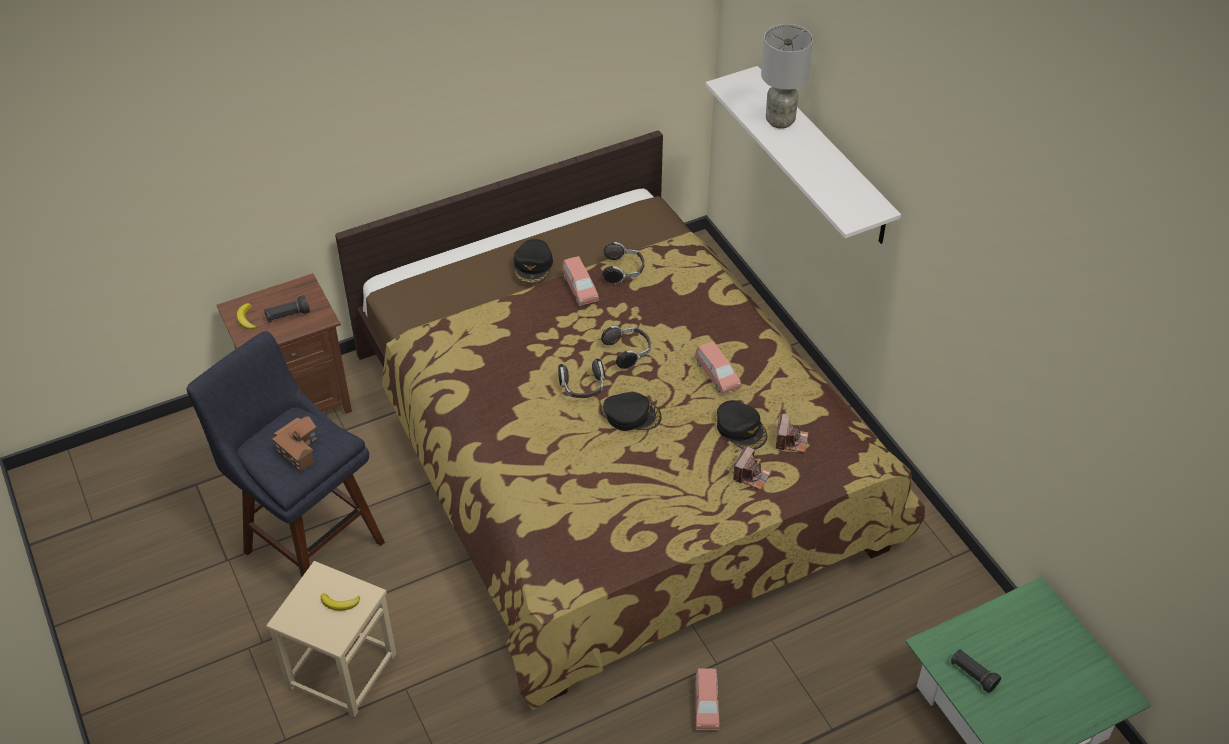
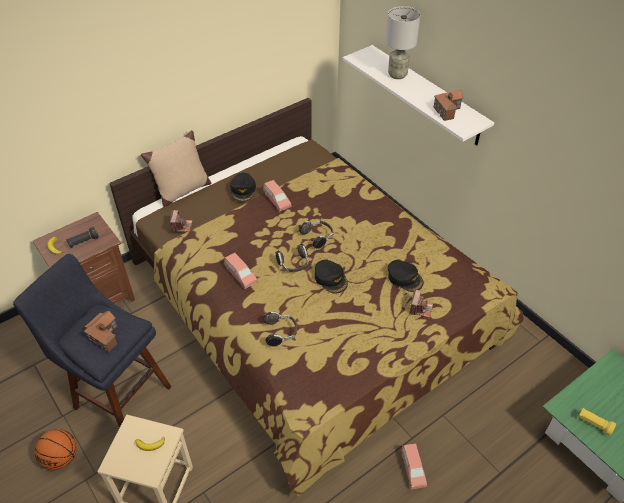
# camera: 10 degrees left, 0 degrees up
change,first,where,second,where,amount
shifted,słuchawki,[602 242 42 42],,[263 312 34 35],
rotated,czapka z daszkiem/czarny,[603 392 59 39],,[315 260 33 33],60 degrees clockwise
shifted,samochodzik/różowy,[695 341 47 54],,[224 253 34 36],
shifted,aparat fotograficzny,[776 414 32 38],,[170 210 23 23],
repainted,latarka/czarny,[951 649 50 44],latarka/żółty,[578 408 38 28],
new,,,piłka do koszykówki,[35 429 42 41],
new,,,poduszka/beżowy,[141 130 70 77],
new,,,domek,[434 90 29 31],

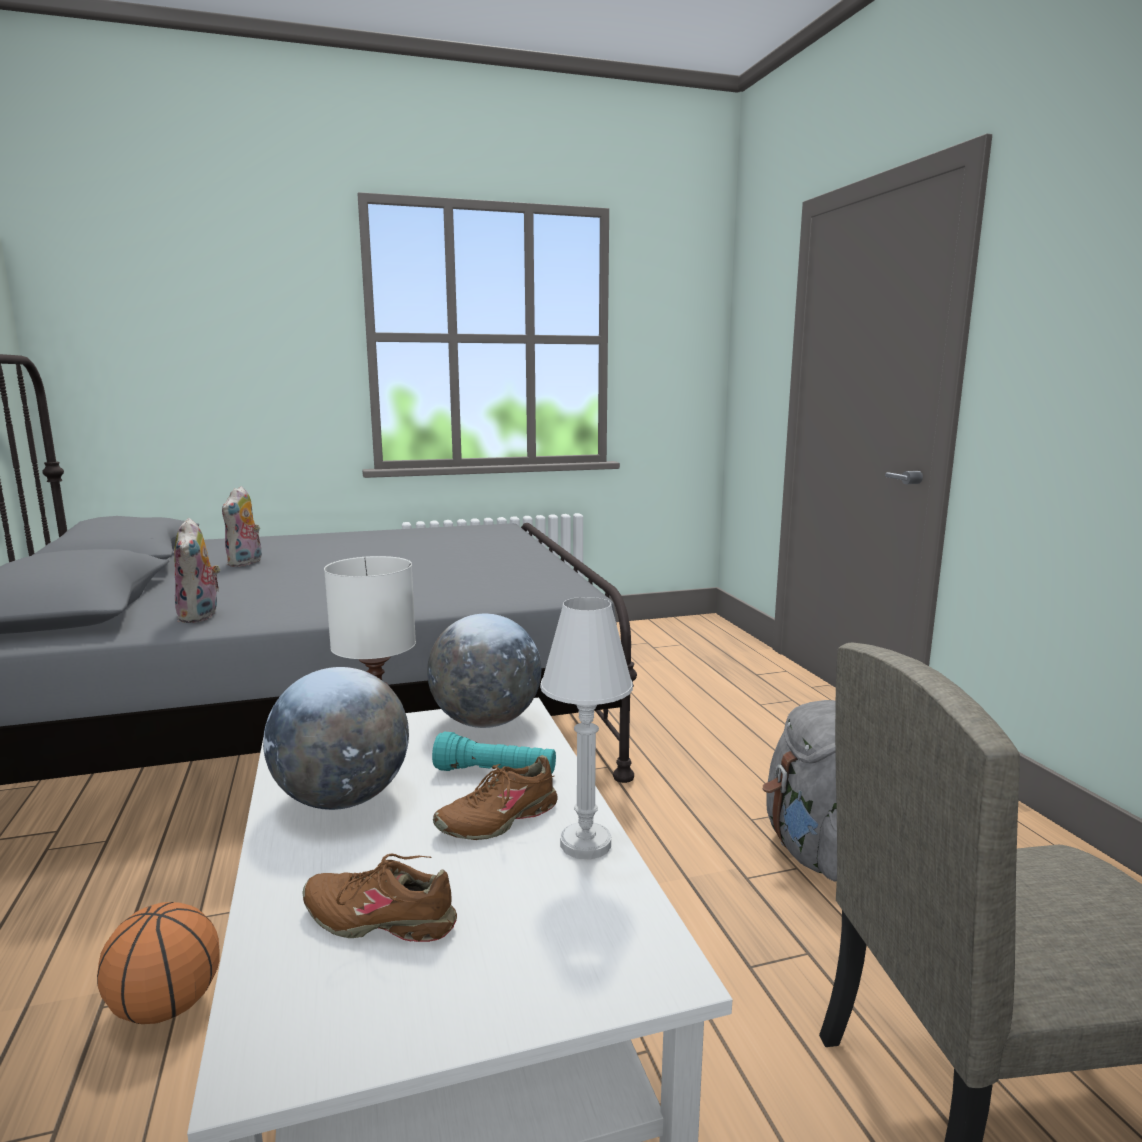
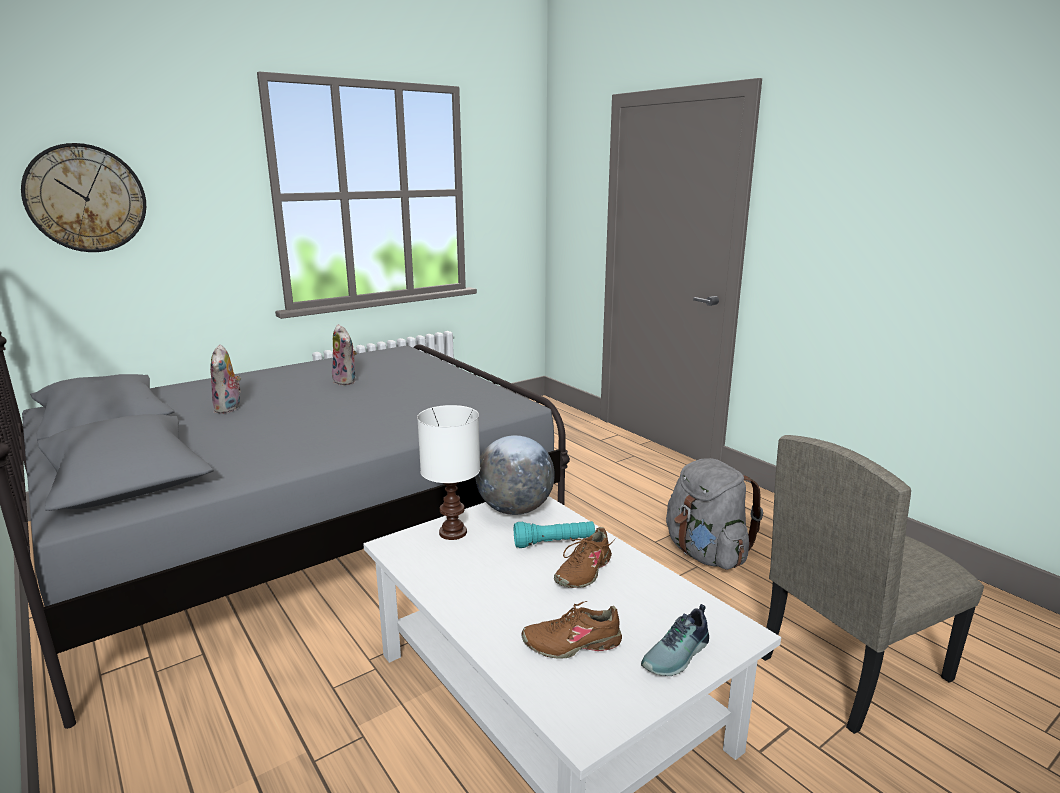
# camera: 20 degrees left, 5 degrees up
change,first,where,second,where,amount
gone,piłka do koszykówki,[97 902 123 122],,,
shifted,pluszak,[174 518 47 105],,[332 324 25 61],
gone,globus,[263 667 146 143],,,
gone,lampa stołowa/biały,[540 597 93 263],,,
new,,,zegar ścienny,[21 143 125 109],
new,,,but,[641 604 68 72],

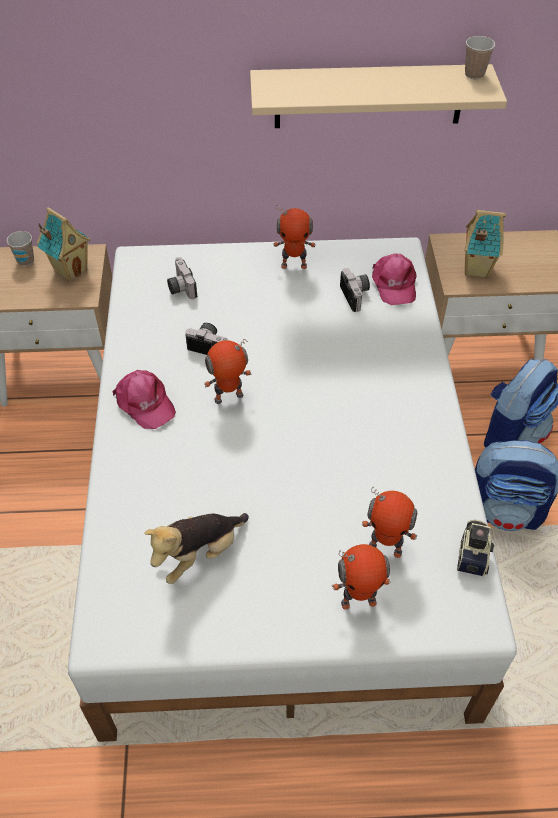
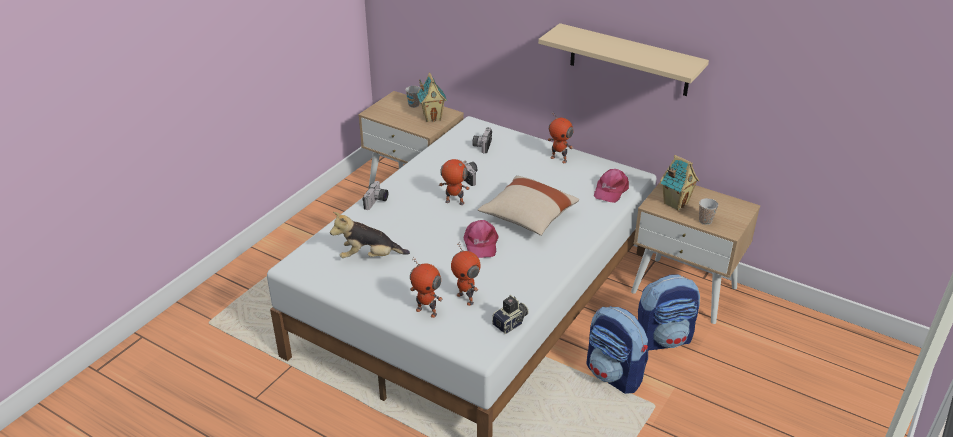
# camera: 35 degrees right, 15 degrees down
change,first,where,second,where,amount
shifted,czapka z daszkiem/różowy,[112 370 64 59],,[464 220 35 38],
shifted,aparat fotograficzny,[340 268 30 44],,[362 181 26 29],
shifted,filiżanka,[465 36 30 43],,[699 198 19 27],
new,,,poduszka/beżowy,[478 176 101 60],

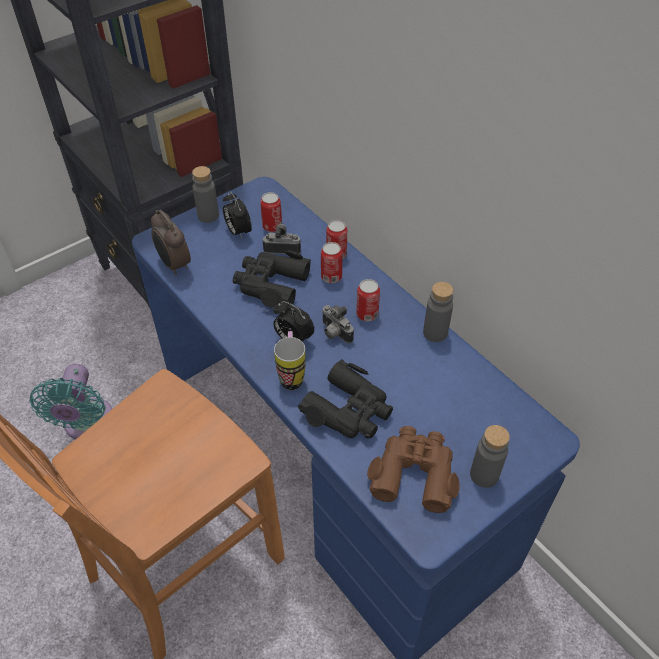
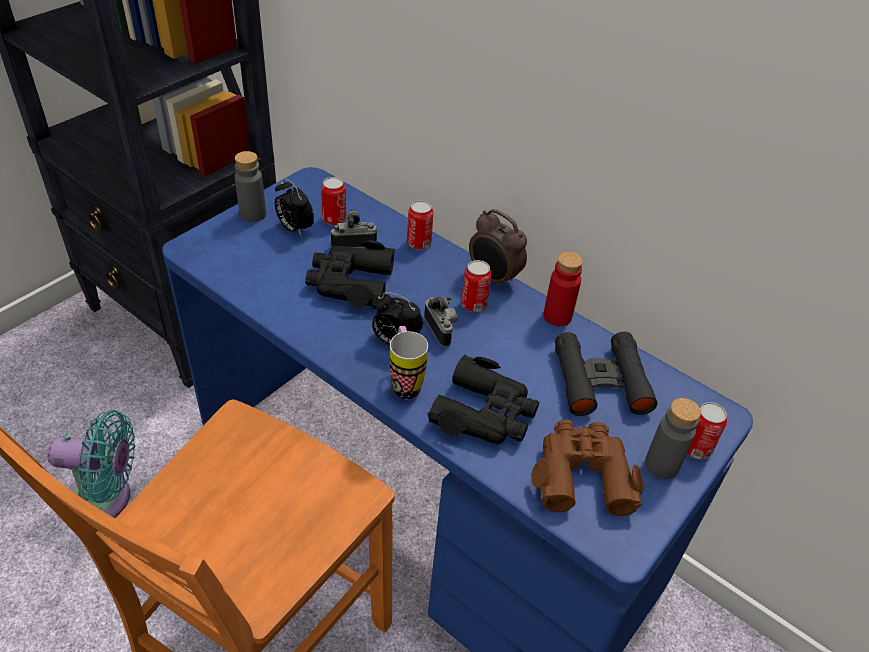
# camera: 15 degrees left, 5 degrees down
change,first,where,second,where,amount
rotated,wentylator/turkusowy,[29 364 83 75],,[47 410 88 108],75 degrees counterclockwise
shifted,budzik,[151 210 40 66],,[469 209 58 81],
shifted,puszka,[321 242 21 41],,[687 402 40 57],
rotated,aparat fotograficzny,[322 305 32 38],,[424 296 33 51],150 degrees counterclockwise
repainted,butelka/szary,[423 282 30 60],butelka/czerwony,[543 252 40 74],
new,,,lornetka/czarny,[555 332 103 84],

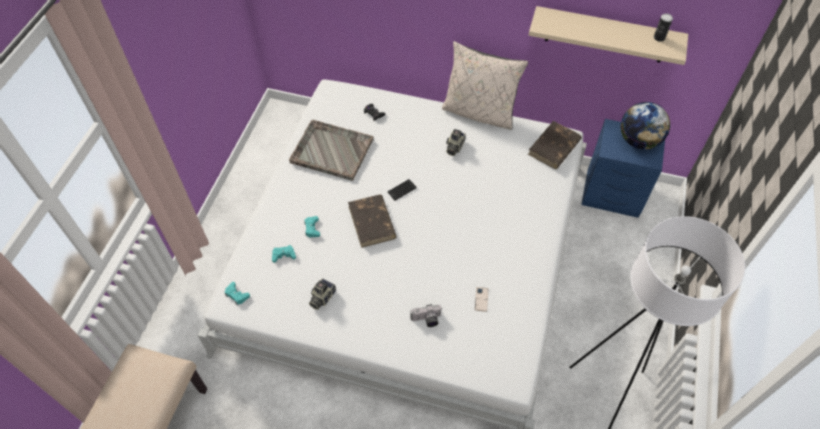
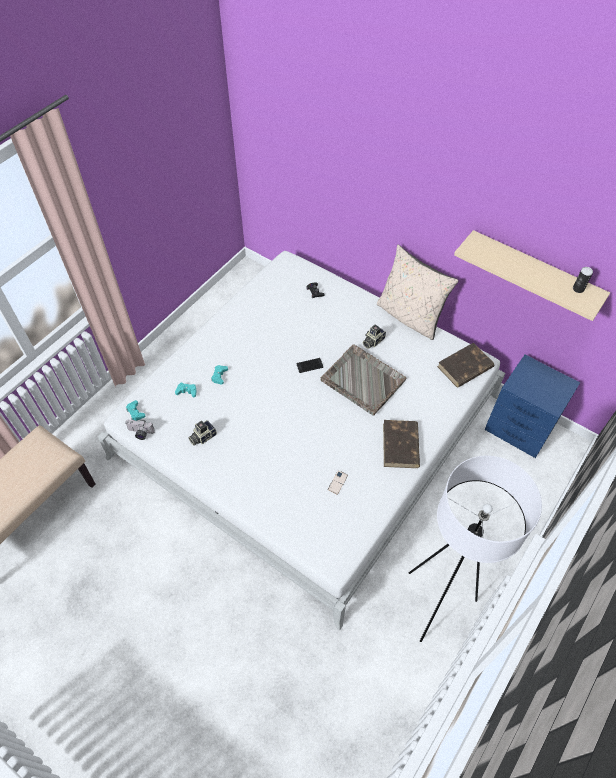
# camera: 20 degrees right, 0 degrees up
change,first,where,second,where,amount
shifted,taca/szary,[289 120 85 61],,[320 345 86 71],
shifted,książka/brązowy,[348 195 49 53],,[383 420 37 48],
shifted,aparat fotograficzny,[410 304 32 23],,[125 420 30 20],
gone,globus,[621 102 49 48],,,

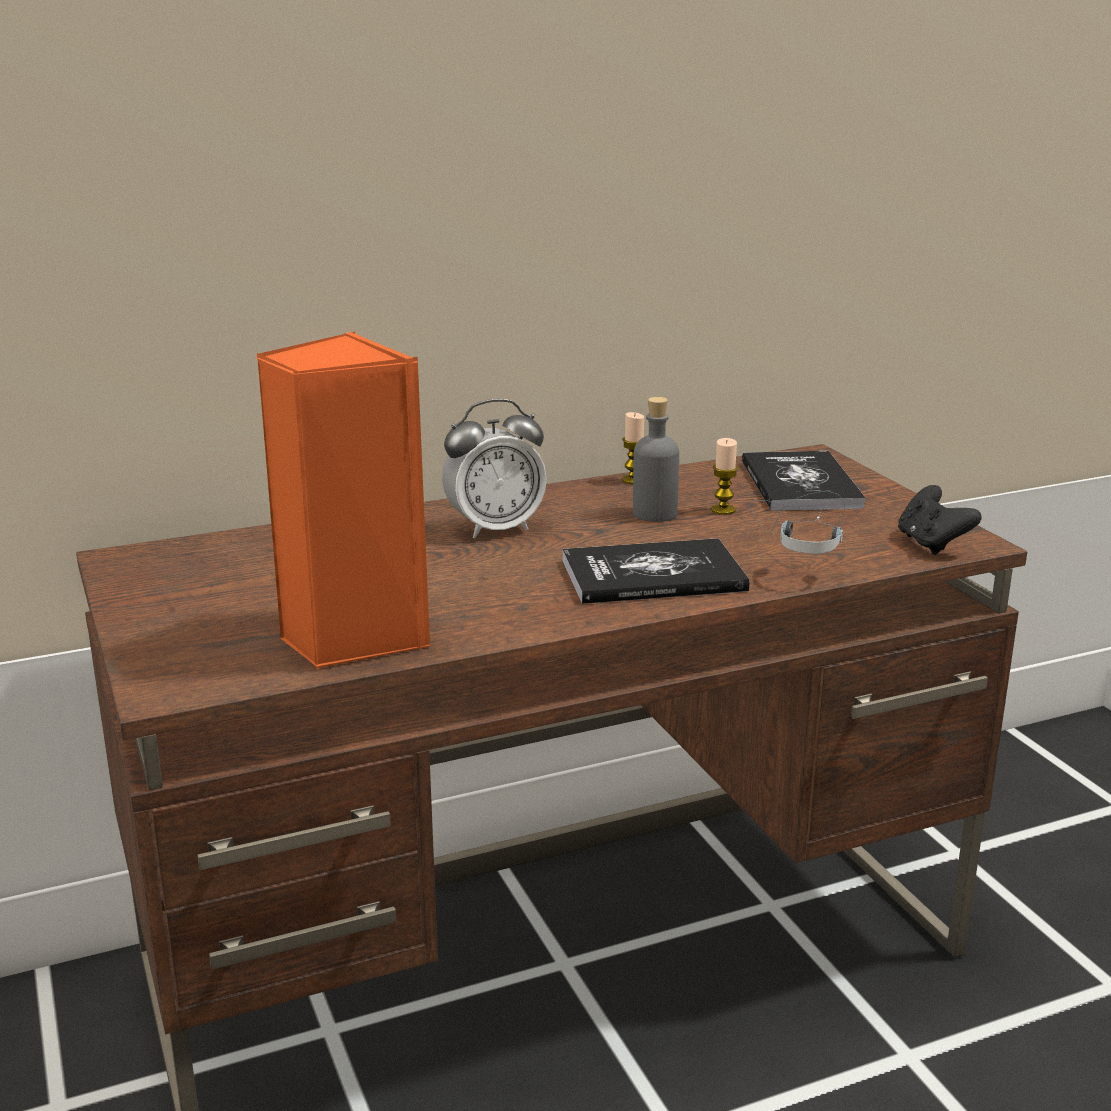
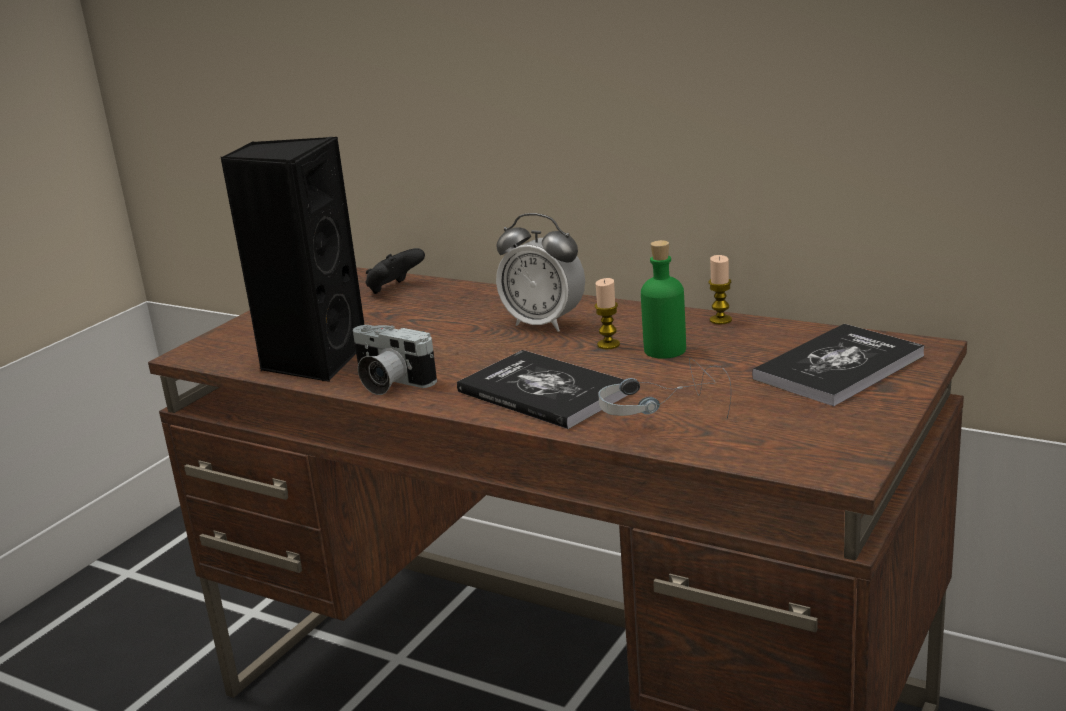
# camera: 55 degrees right, 0 degrees up
change,first,where,second,where,amount
repainted,głośnik/pomarańczowy,[255 332 175 337],głośnik/czarny,[220 137 145 245],
repainted,butelka/szary,[633 397 46 125],butelka/zielony,[641 240 45 119],
shifted,świeca,[711 438 27 77],,[595 278 25 71],
shifted,pad do gier/czarny,[898 485 84 70],,[365 248 60 46],
new,,,aparat fotograficzny,[353 325 84 70],

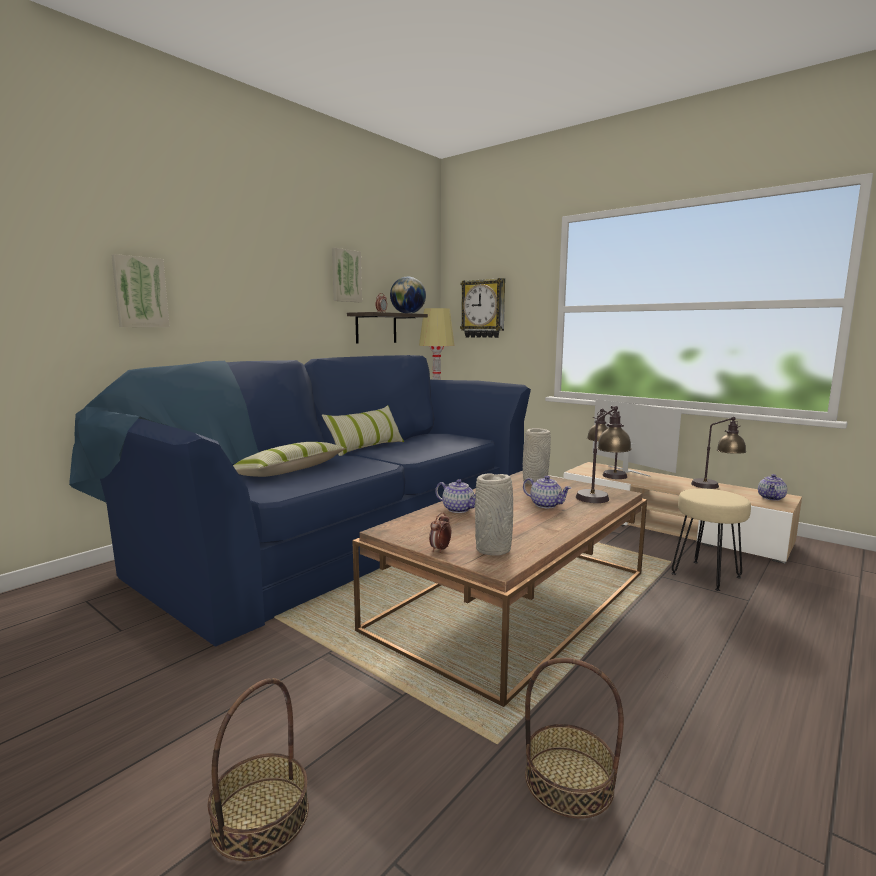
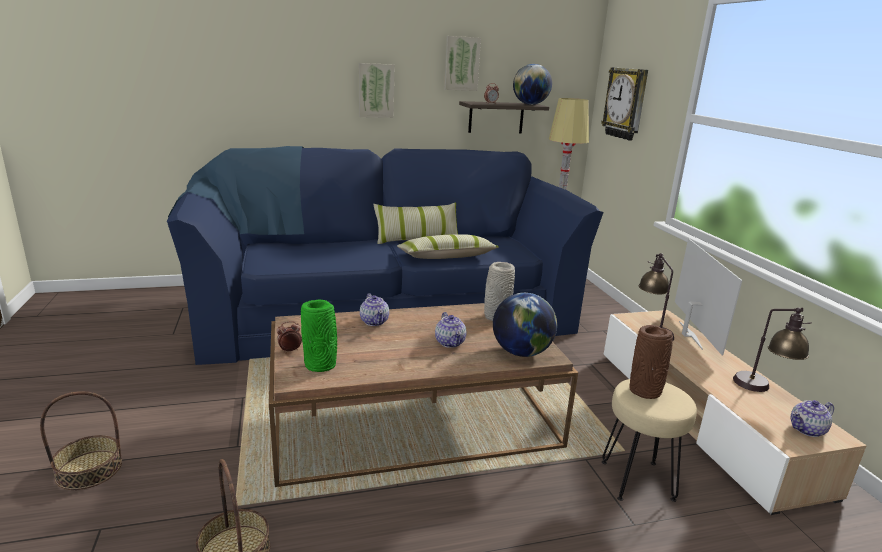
# camera: 35 degrees right, 10 degrees up
change,first,where,second,where,amount
shifted,obraz,[111 254 59 73],,[359 63 35 55],
shifted,poduszka,[233 442 114 35],,[397 234 102 25],
repainted,wazon/szary,[475 474 38 82],wazon/zielony,[301 300 36 72],
swapped,lampa stołowa,[576 406 56 97],globus,[493 293 64 64],
new,,,wazon/brązowy,[629 325 44 74],

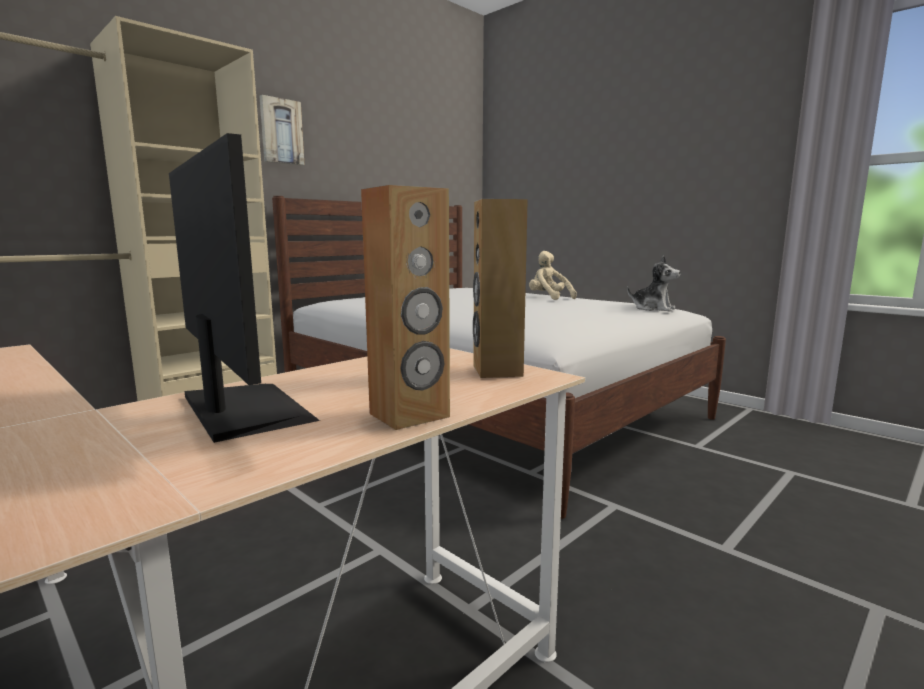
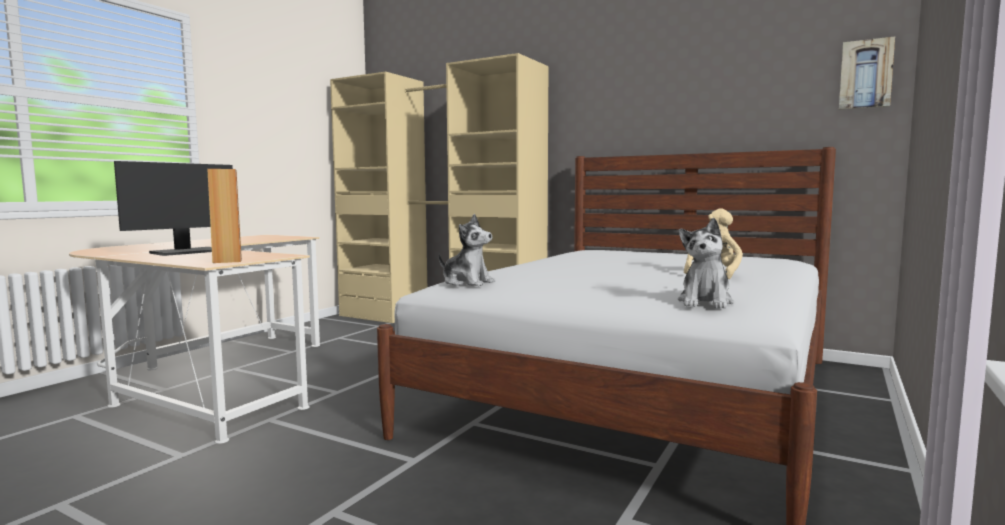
# camera: 75 degrees right, 5 degrees down
change,first,where,second,where,amount
shifted,obraz,[259 95 45 70],,[839 36 56 74],
gone,głośnik/brązowy,[361 185 89 245],,,
new,,,pluszak,[438 214 57 72],

